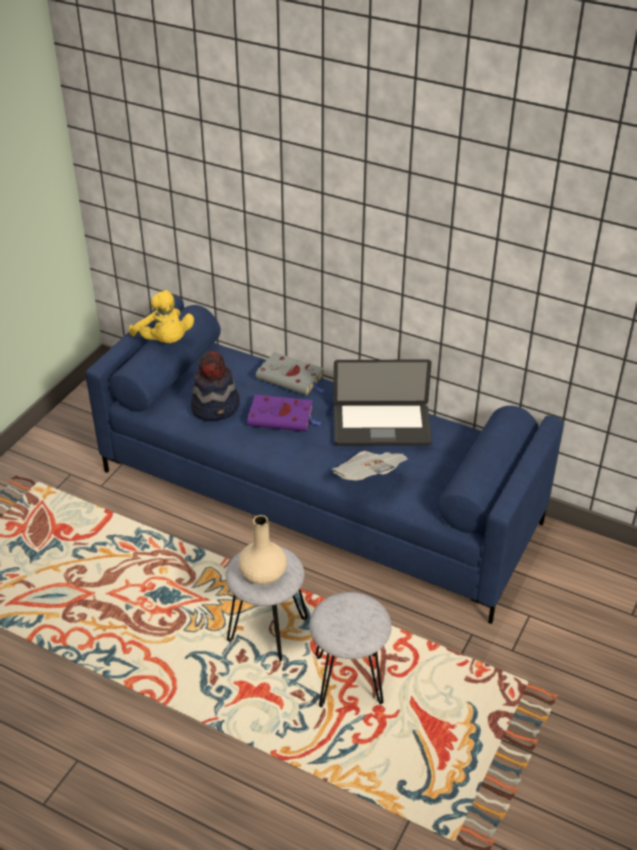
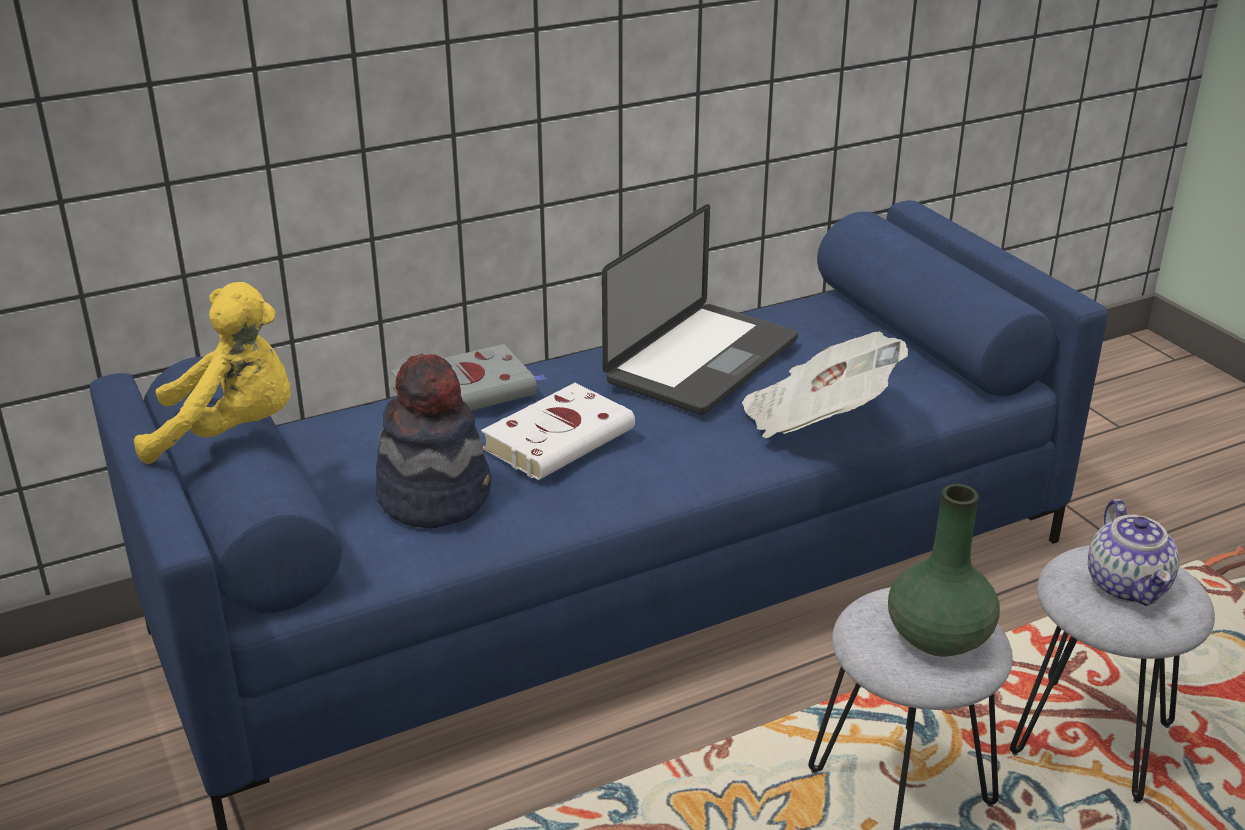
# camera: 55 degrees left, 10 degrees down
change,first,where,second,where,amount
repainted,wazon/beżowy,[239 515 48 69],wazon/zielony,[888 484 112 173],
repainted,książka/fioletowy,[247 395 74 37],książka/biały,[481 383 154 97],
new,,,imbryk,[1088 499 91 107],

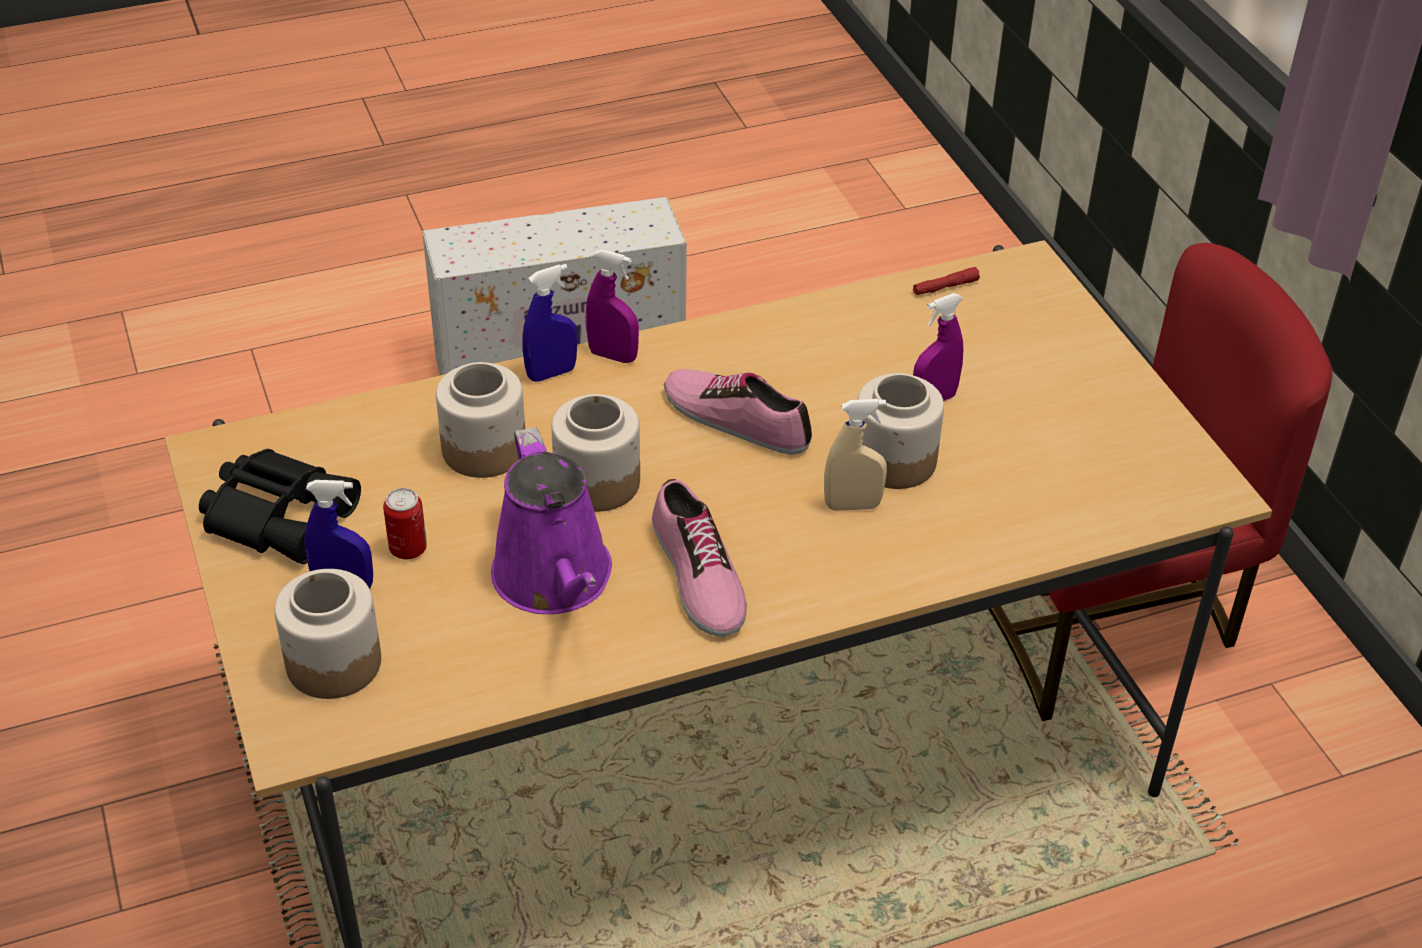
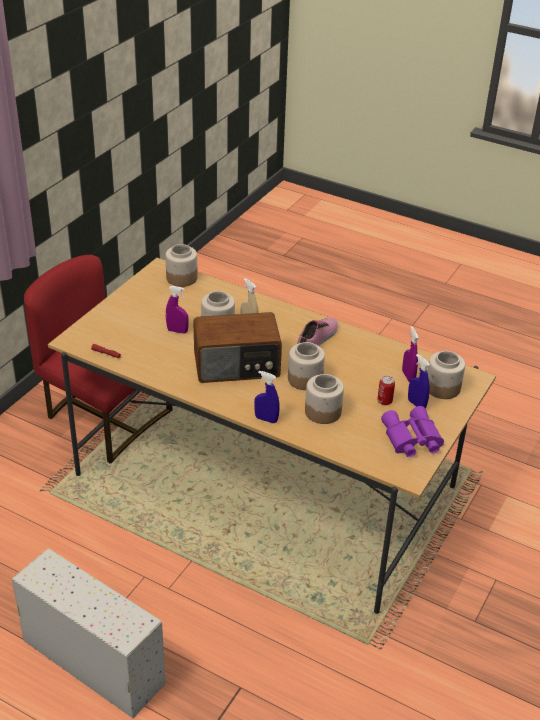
# camera: 130 degrees left, 5 degrees down
change,first,where,second,where,amount
repainted,lornetka/czarny,[199 449 162 115],lornetka/fioletowy,[381 406 63 51],
gone,konewka/fioletowy,[491 427 121 187],,,
shifted,spryskiwacz/fioletowy,[586 249 53 114],,[402 326 17 56],
swapped,but,[664 369 148 86],radio,[193 312 89 71],
new,,,słoik,[165 244 33 43],

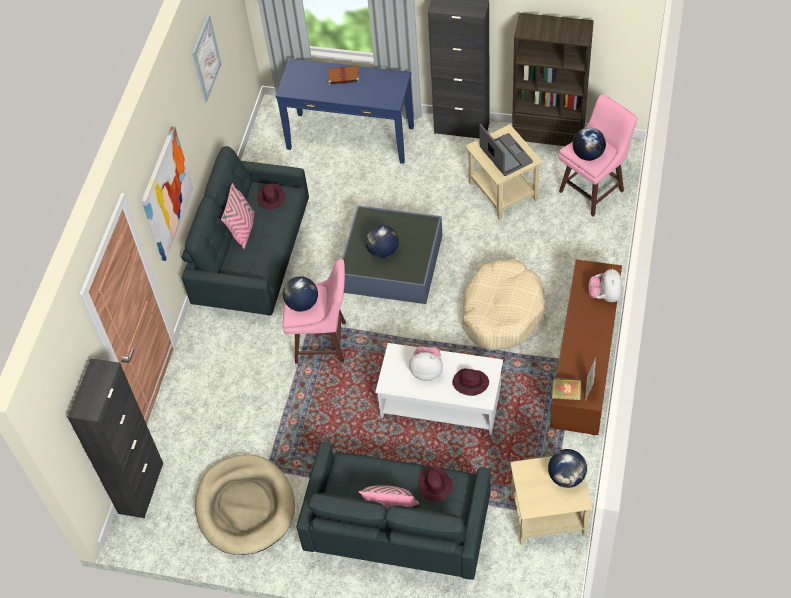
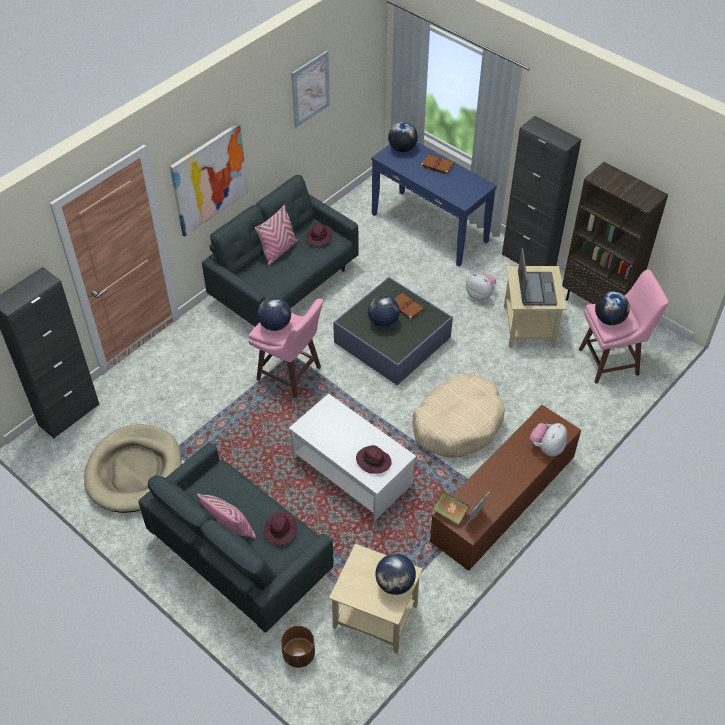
# camera: 25 degrees right, 5 degrees down
change,first,where,second,where,amount
shifted,pluszak,[409 346 34 35],,[466 272 30 29],
new,,,donica/brązowy,[281 626 34 42],
new,,,globus,[388 122 30 30],
new,,,książka/brązowy,[394 292 31 29],

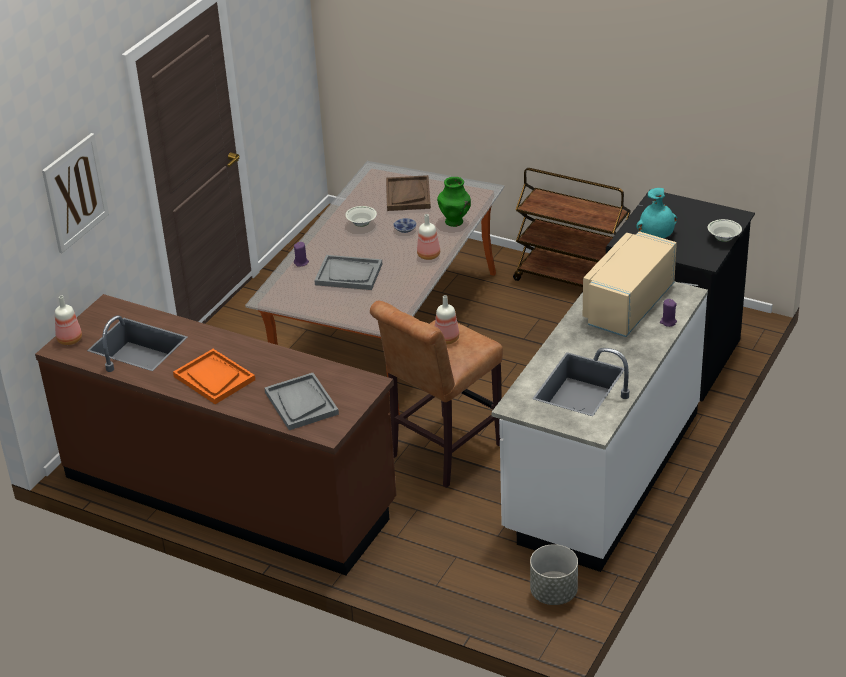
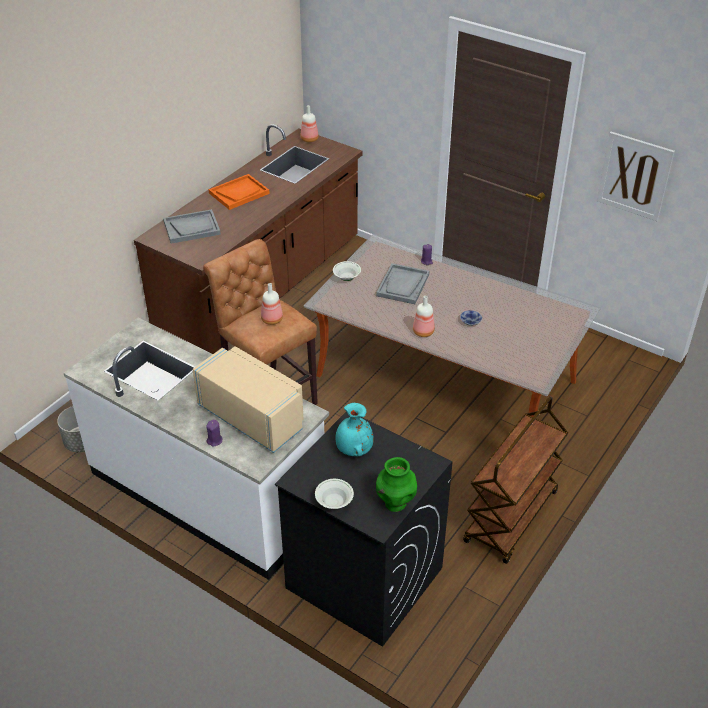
# camera: 95 degrees right, 5 degrees up
change,first,where,second,where,amount
shifted,obraz,[42 133 67 120],,[597 132 78 89],
shifted,miska/biały,[345 206 32 21],,[333 261 28 20],
gone,taca/brązowy,[386 175 45 36],,,
shifted,wazon/zielony,[437 177 34 50],,[376 457 41 55],

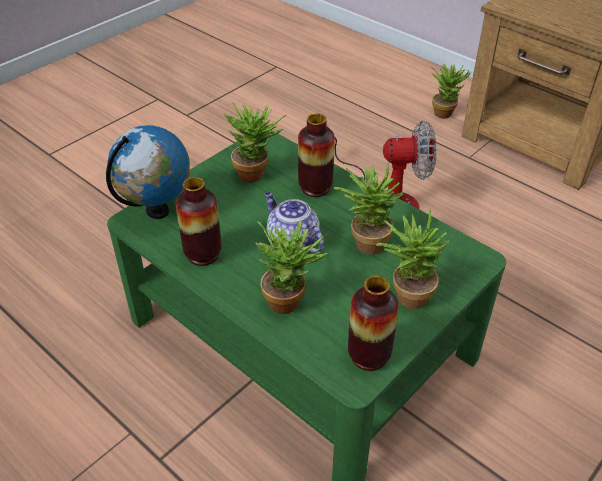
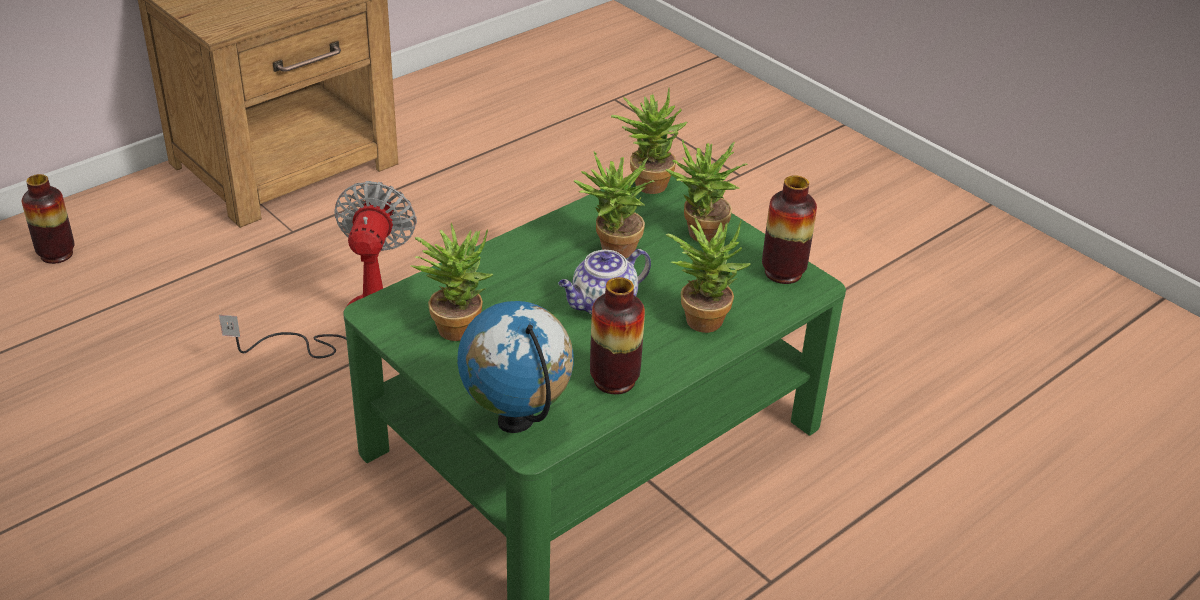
# camera: 85 degrees left, 5 degrees down
change,first,where,second,where,amount
shifted,wazon,[298 113 37 84],,[22 174 52 90],
shifted,roślina doniczkowa,[431 64 40 55],,[611 88 76 106],

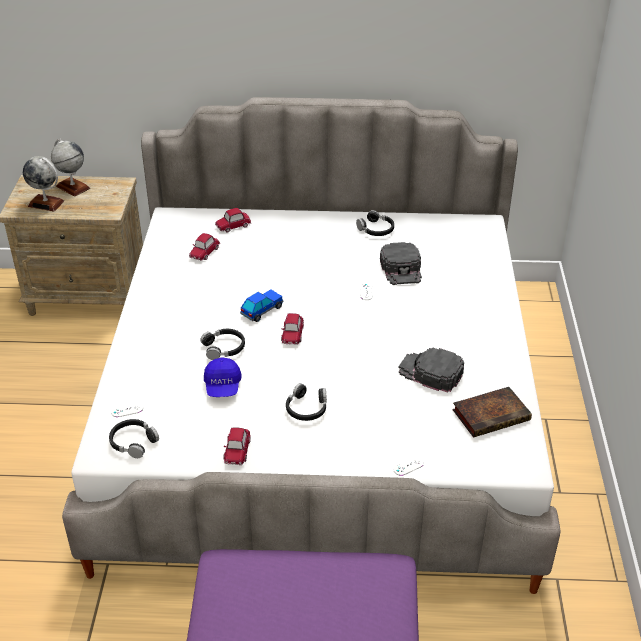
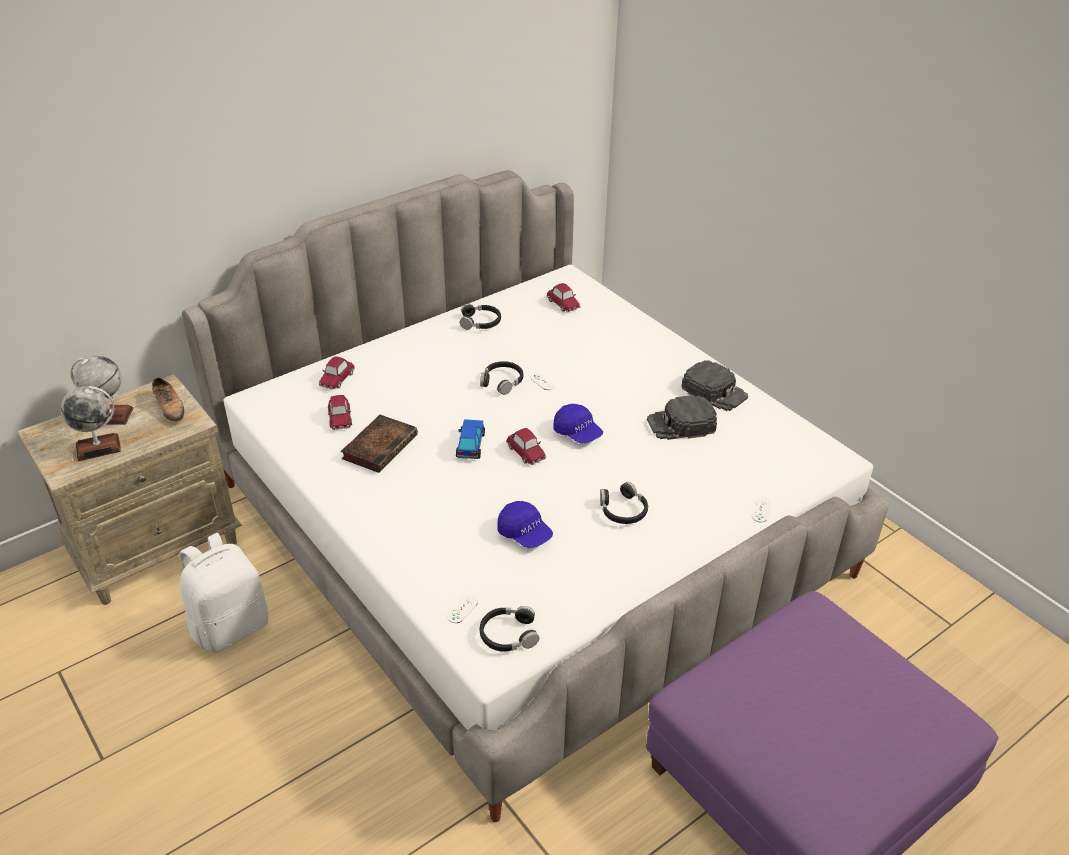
# camera: 40 degrees left, 0 degrees up
change,first,where,second,where,amount
shifted,słuchawki/czarny,[200 329 45 31],,[480 361 43 34],
shifted,samochodzik,[223 428 28 37],,[546 283 34 29],
shifted,czapka z daszkiem/czarny,[380 242 42 43],,[681 360 67 51],
shifted,książka,[452 387 80 51],,[341 415 77 58],
new,,,but,[152 377 32 45],
new,,,plecak/biały,[179 533 89 120],
new,,,czapka z daszkiem/niebieski,[553 404 50 40],

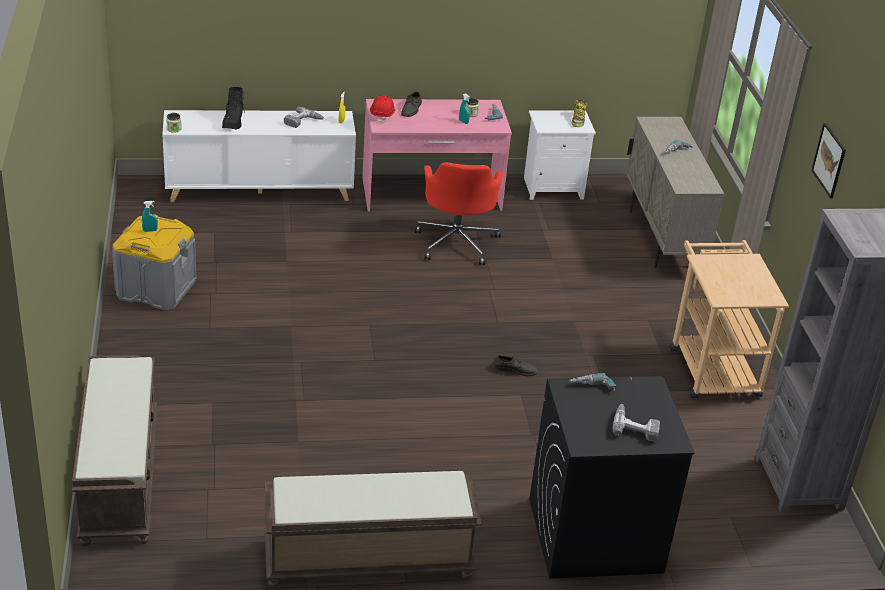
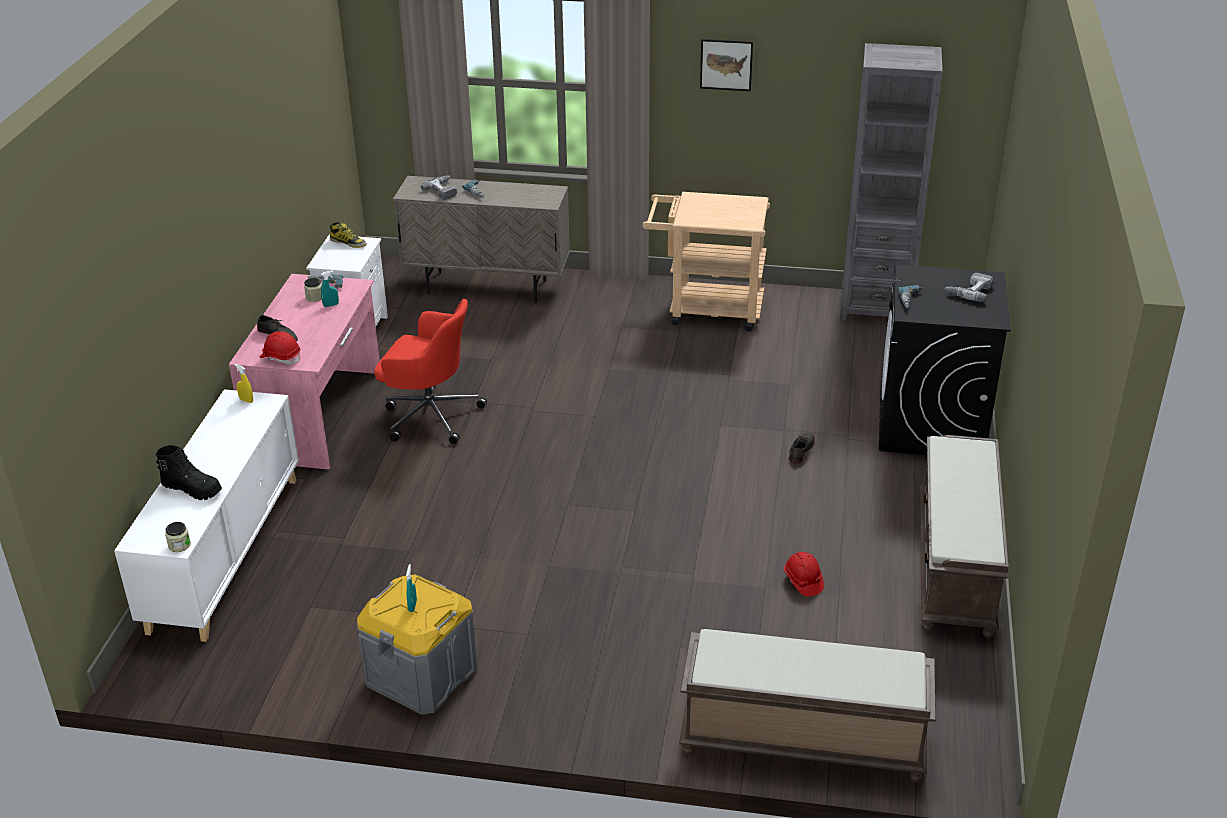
# camera: 70 degrees left, 0 degrees up
change,first,where,second,where,amount
shifted,wiertarka,[284 107 40 21],,[421 176 36 24],
shifted,but/szary,[492 355 46 21],,[789 433 26 31],
new,,,kask/czerwony,[784 552 40 45],

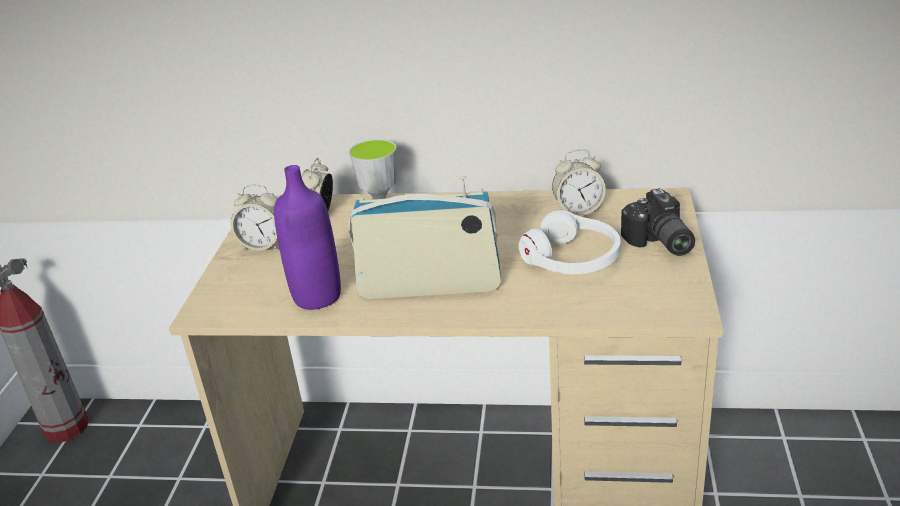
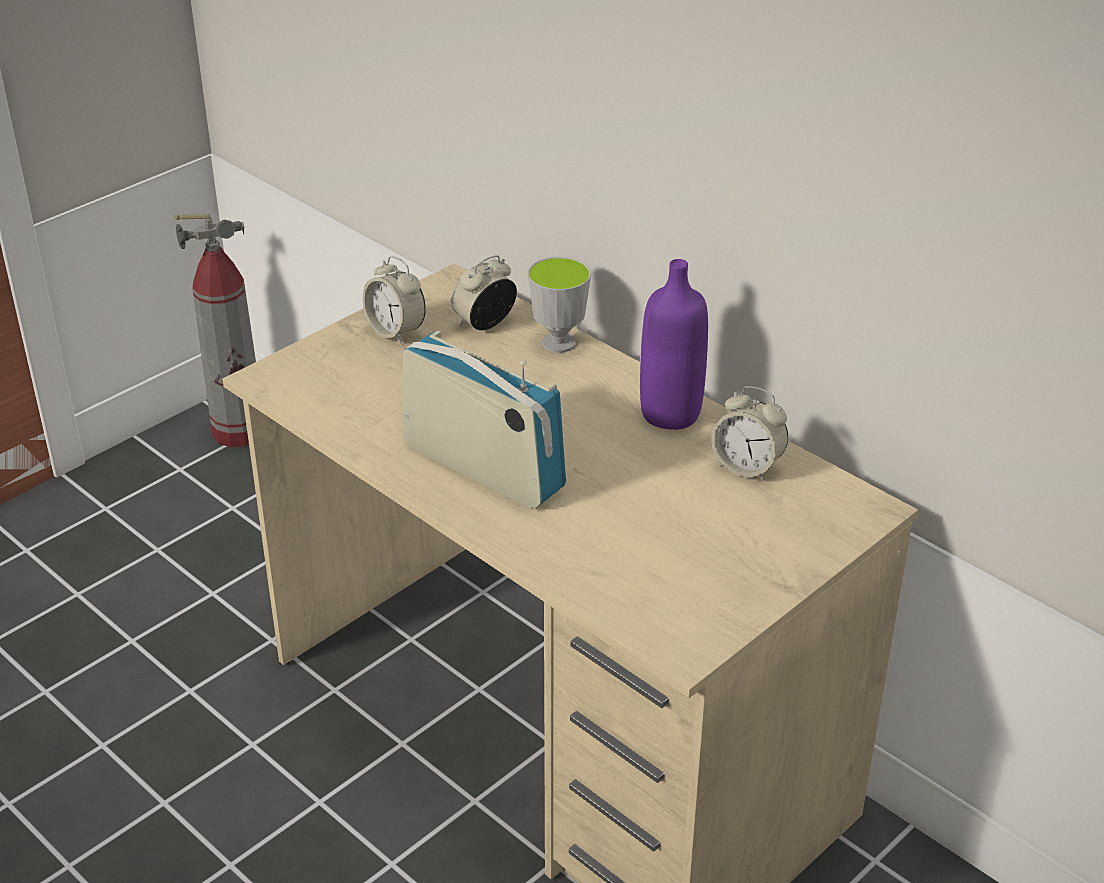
# camera: 35 degrees right, 5 degrees up
change,first,where,second,where,amount
shifted,butelka/fioletowy,[274 165 67 145],,[640 259 68 171],
gone,słuchawki/biały,[519 210 102 64],,,
gone,aparat fotograficzny,[621 188 74 68],,,

